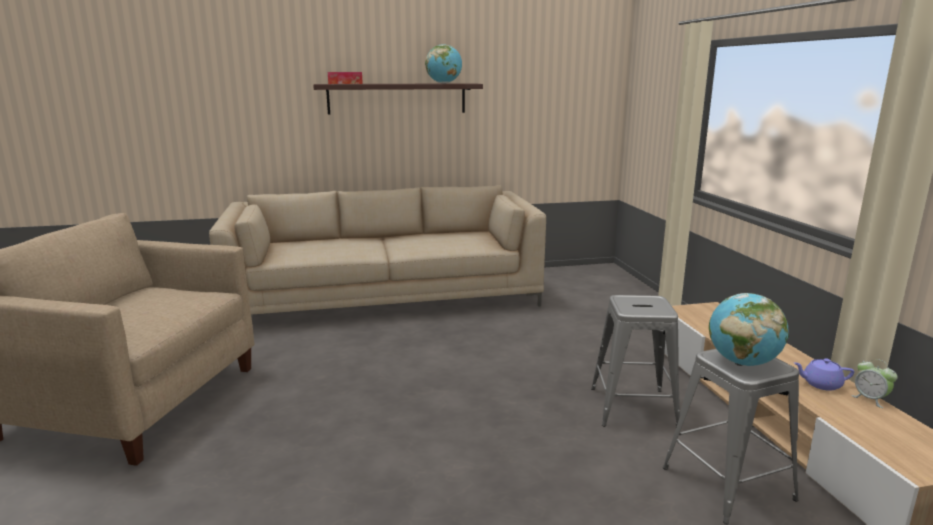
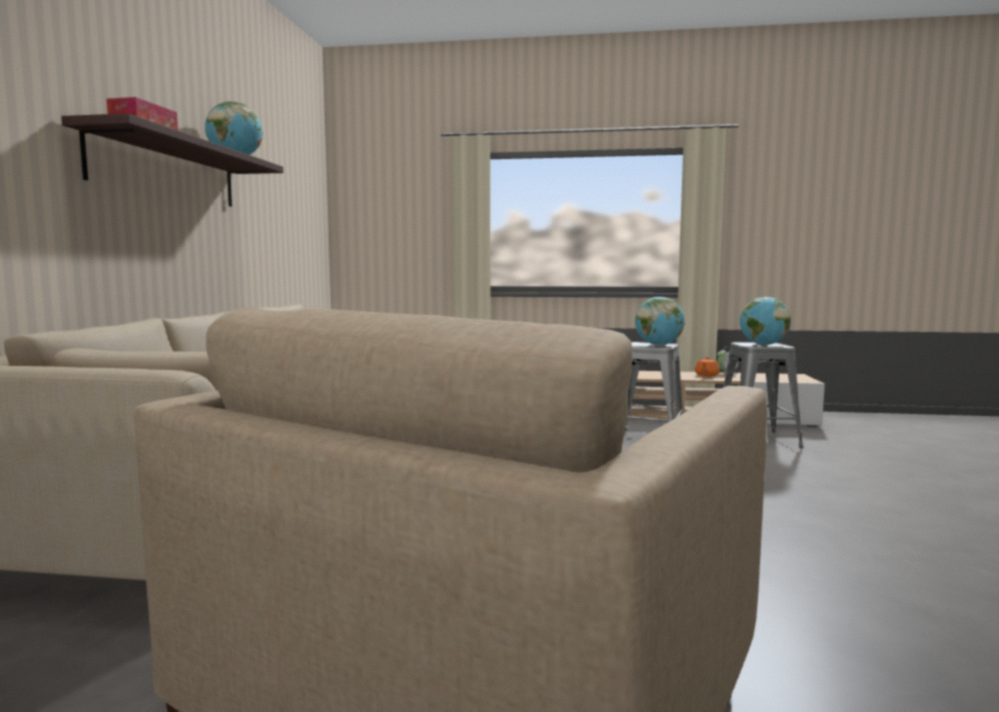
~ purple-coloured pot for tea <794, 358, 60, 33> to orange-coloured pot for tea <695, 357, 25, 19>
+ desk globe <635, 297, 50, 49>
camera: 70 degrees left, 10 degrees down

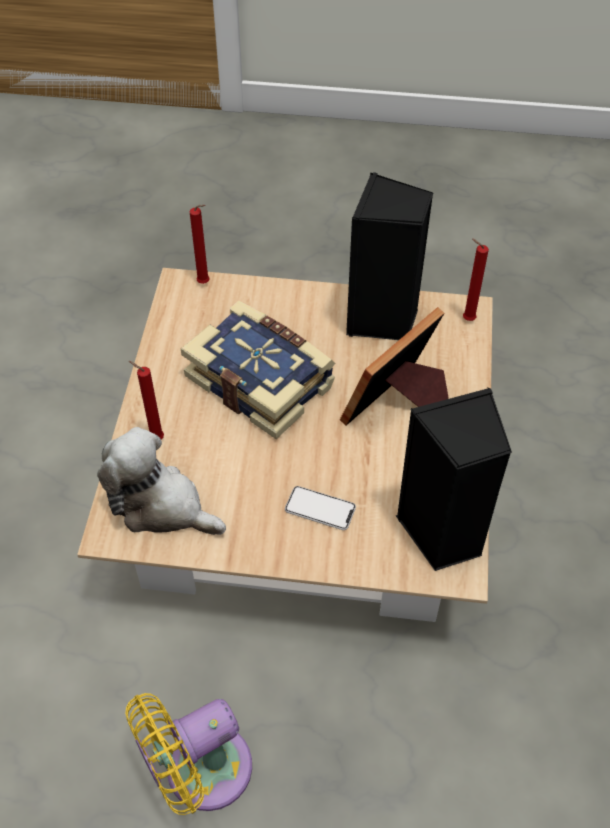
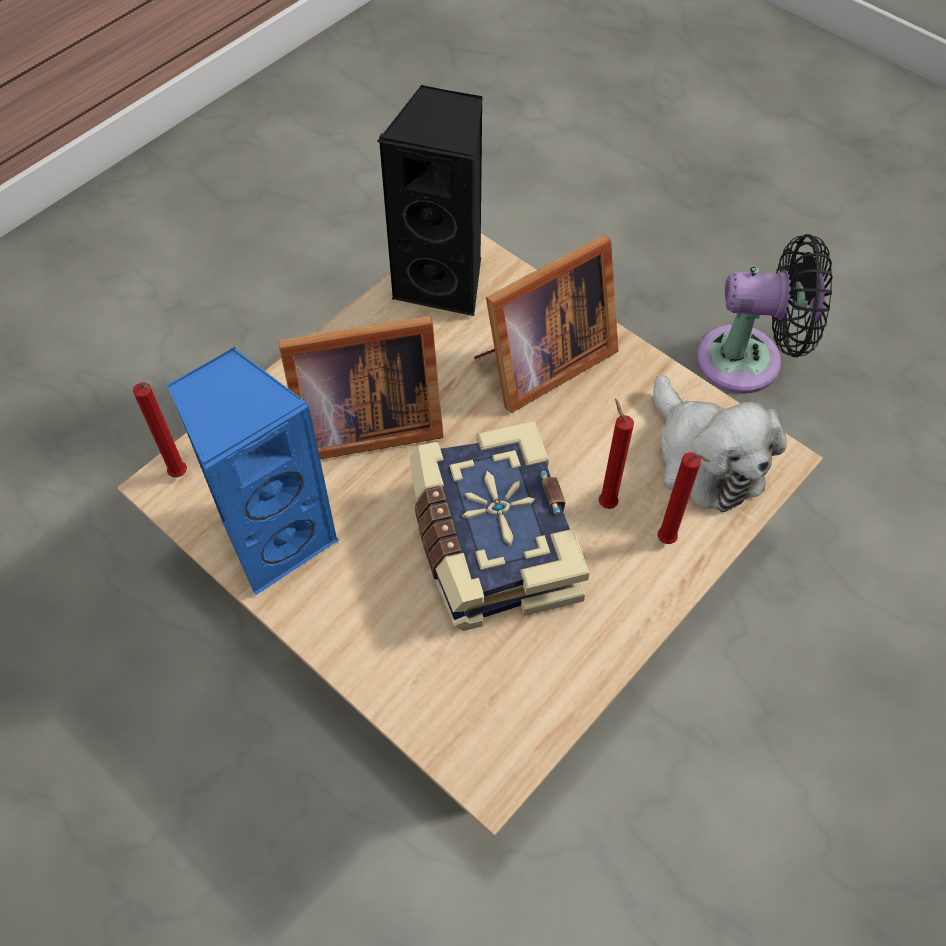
~ yellow electric fan <125, 693, 127, 122> to blackish electric fan <696, 234, 137, 160>
~ red-coloured wax light <189, 205, 21, 79> to <598, 399, 36, 110>
~ phone <285, 486, 71, 44> to picture frame <474, 235, 144, 178>
~ blackish audio speaker <346, 172, 87, 168> to blue-coloured audio speaker <167, 347, 173, 249>
camera: 145 degrees left, 5 degrees up

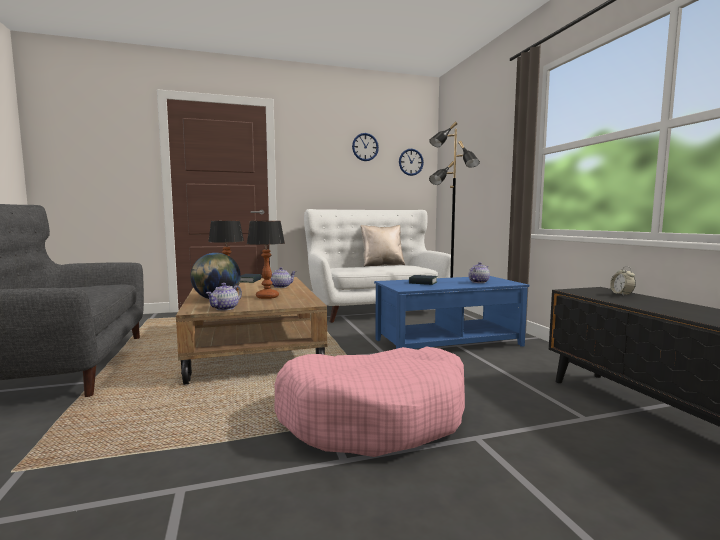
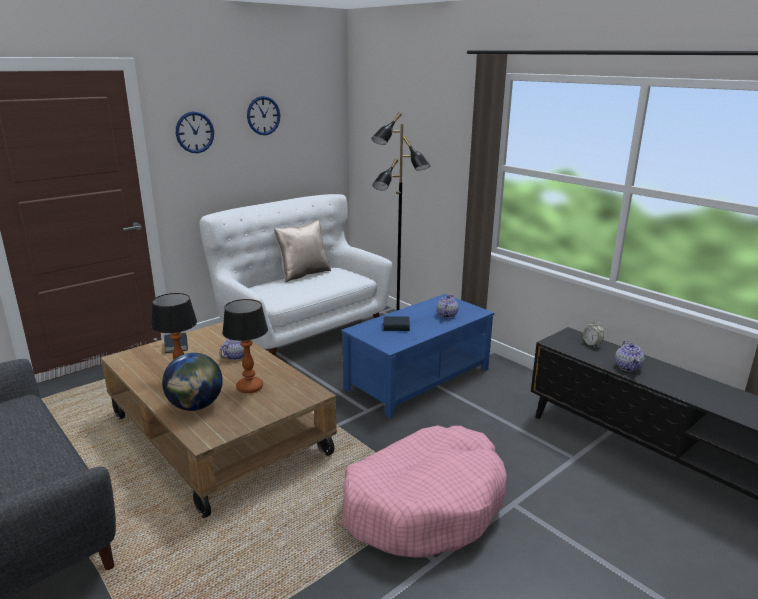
~ pot for tea <206, 283, 36, 27> to <615, 340, 29, 32>
~ wall clock <399, 149, 25, 27> to <176, 111, 38, 42>
camera: 25 degrees left, 15 degrees up

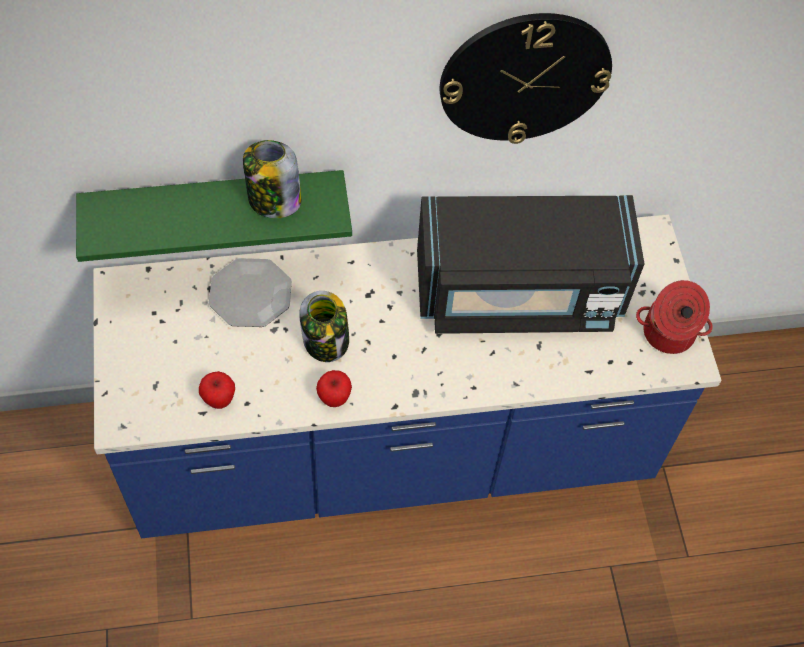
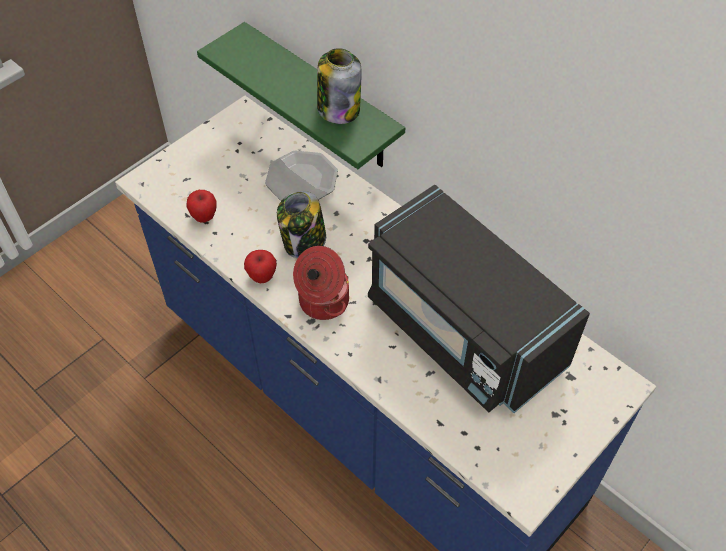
- wall clock <439, 13, 173, 131>
~ stockpot <636, 280, 77, 74> to <293, 246, 56, 74>
camera: 55 degrees right, 5 degrees down

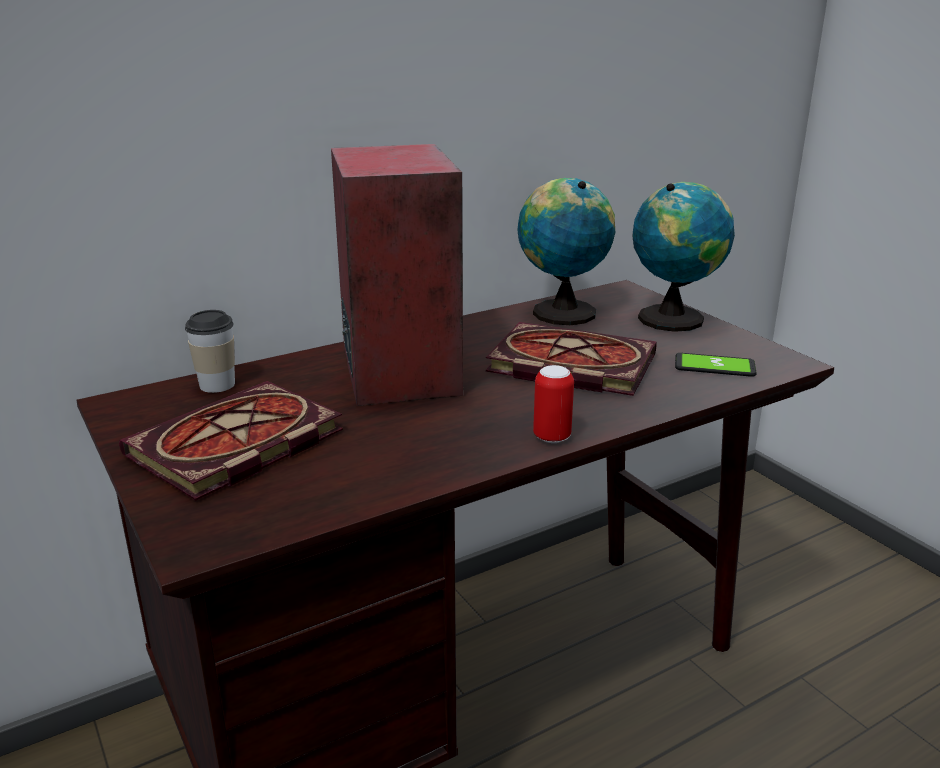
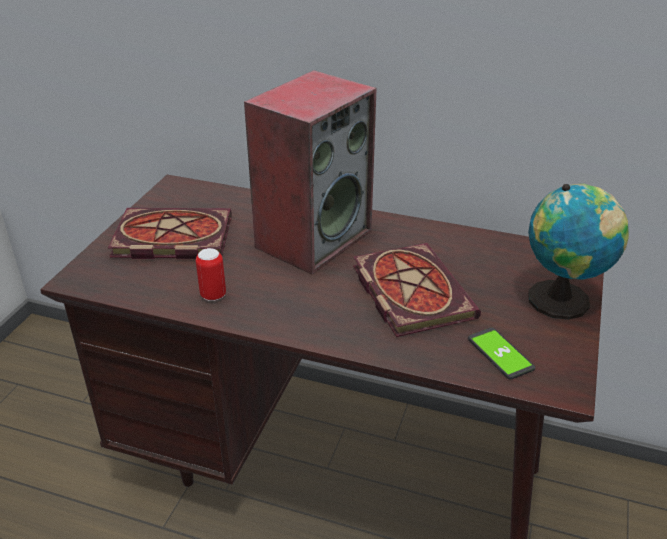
- cup <185, 310, 50, 83>
- desk globe <517, 178, 98, 147>
~ metal can <533, 365, 41, 78> to <196, 248, 30, 53>
camera: 50 degrees right, 10 degrees up

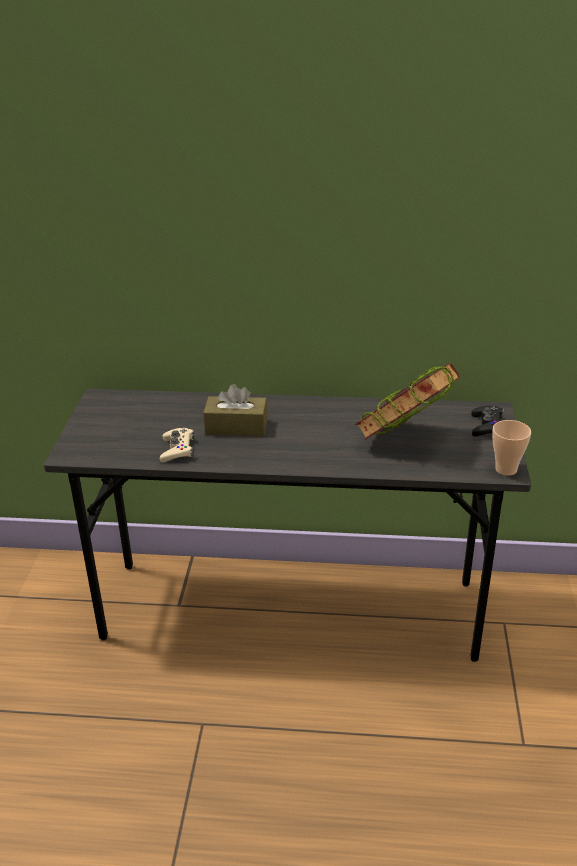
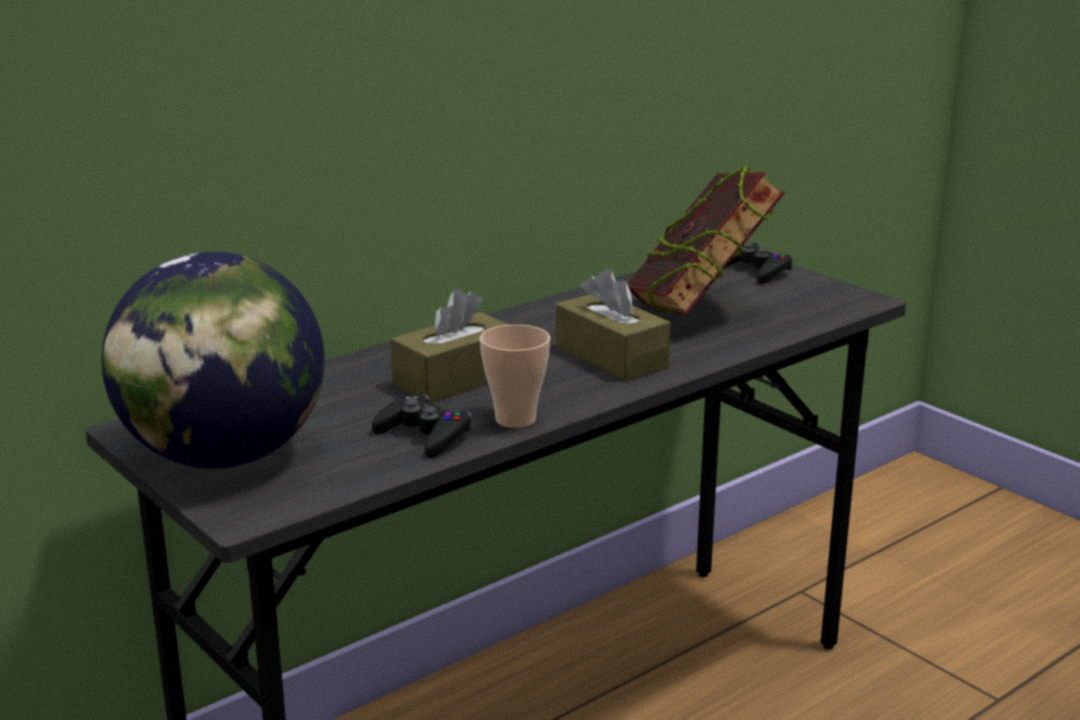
~ beige game controller <160, 428, 35, 35> to blackish game controller <372, 394, 100, 64>
~ cup <492, 420, 39, 56> to <480, 324, 70, 104>
+ desk globe <102, 251, 223, 218>
+ brown-coloured tissue box <556, 269, 115, 112>
camera: 45 degrees left, 10 degrees down

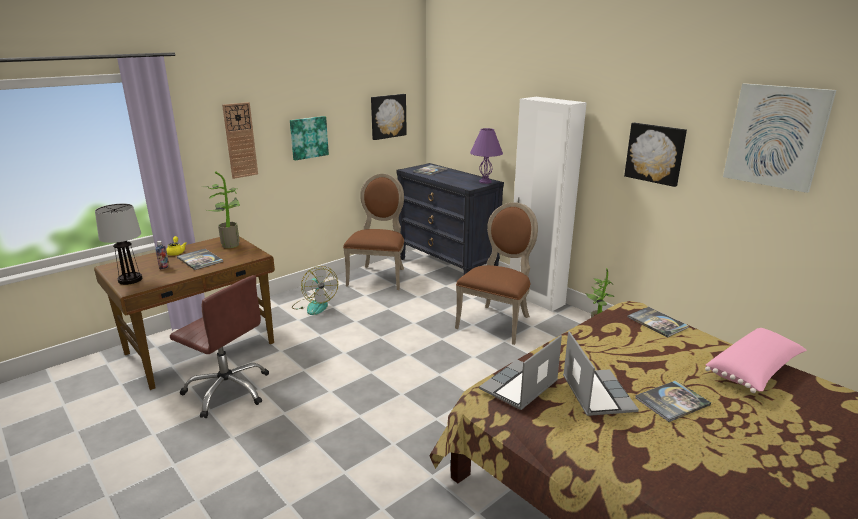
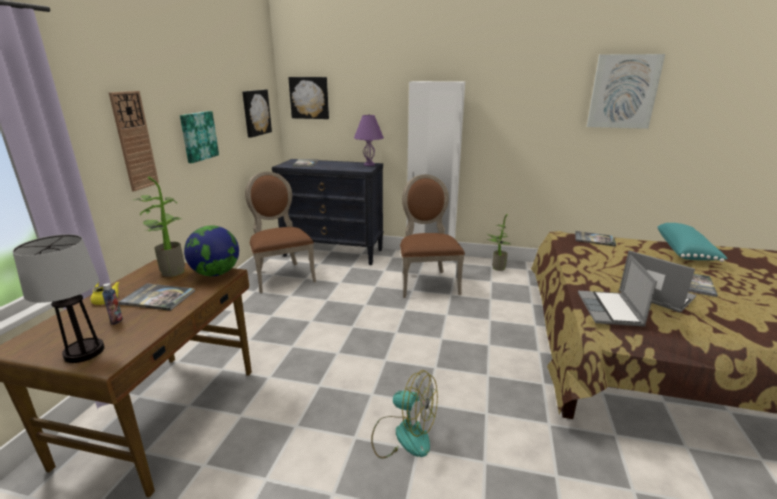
- brown-coloured desk chair <170, 275, 99, 143>
~ electric fan <292, 266, 46, 49> to <371, 370, 67, 89>
~ wall art <624, 123, 63, 64> to <288, 77, 41, 42>
~ pinkish pillow <705, 328, 102, 65> to turquoise pillow <657, 223, 71, 39>
+ desk globe <184, 226, 55, 50>
camera: 35 degrees left, 0 degrees up

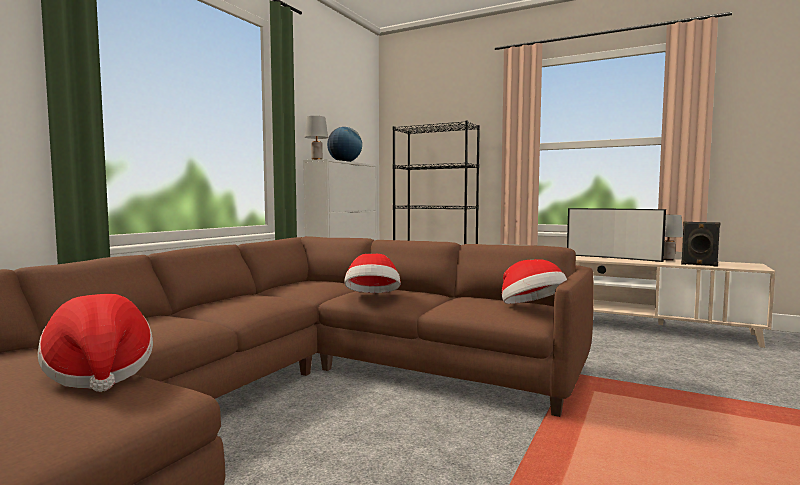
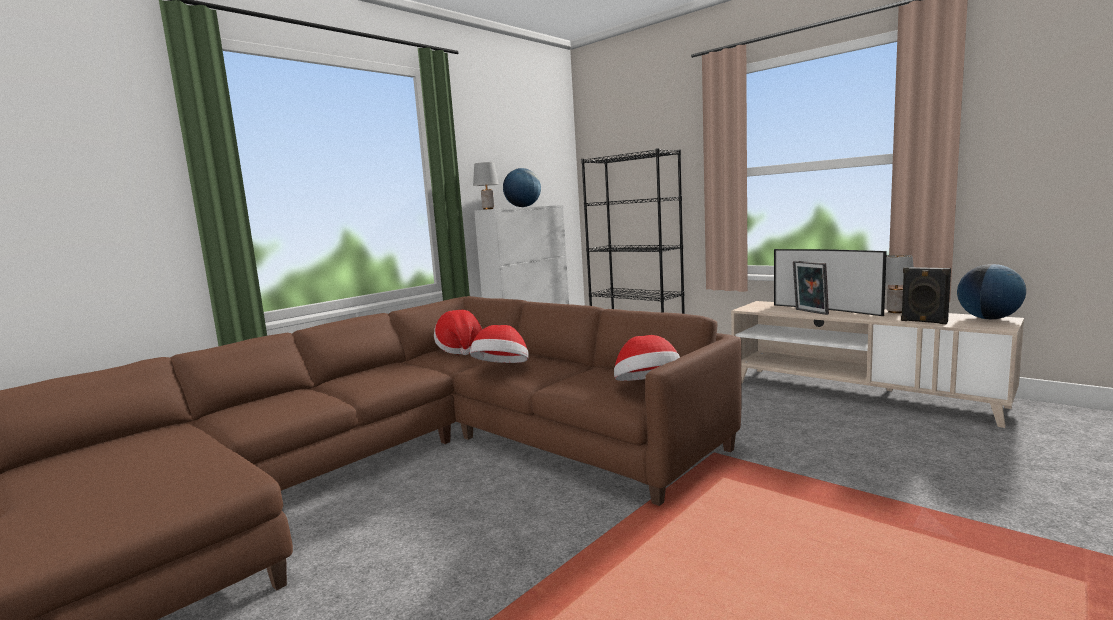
~ hat <38, 294, 115, 98> to <434, 310, 48, 45>
+ picture frame <793, 261, 36, 54>
+ desk globe <957, 264, 69, 55>
camera: 15 degrees right, 5 degrees up

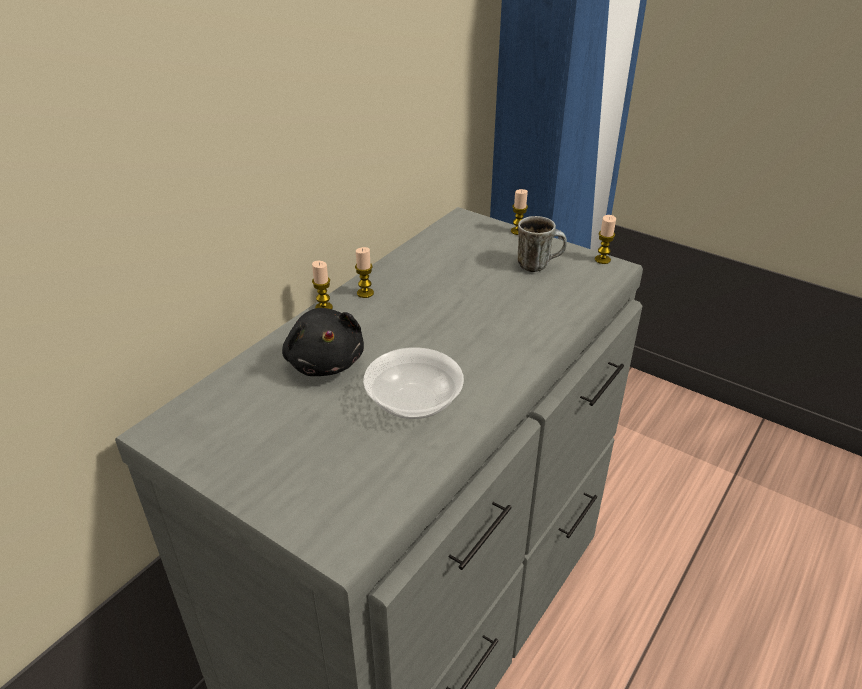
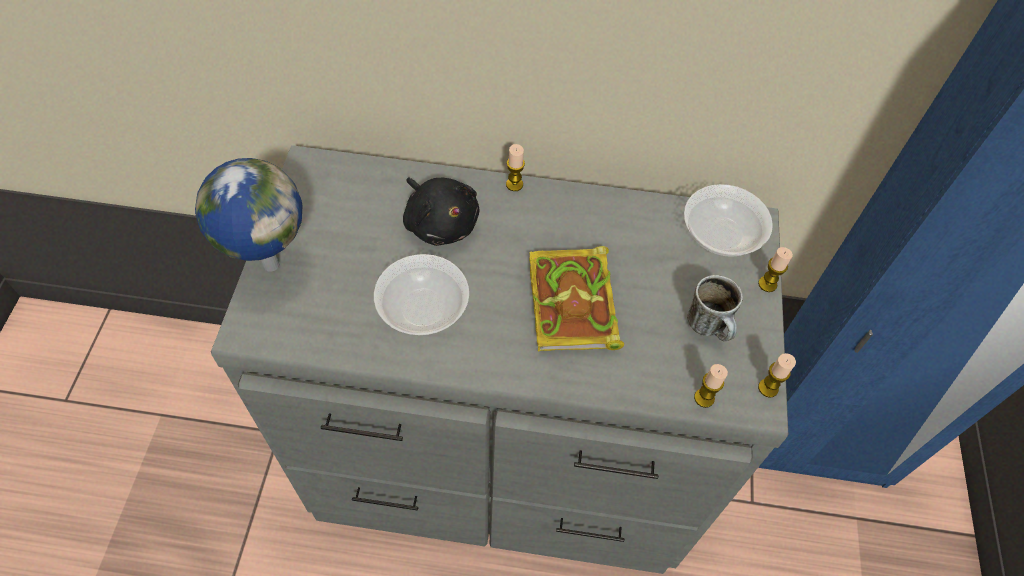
~ blackish cuddly toy <282, 308, 82, 68> = <403, 177, 76, 69> 75 degrees counterclockwise
~ wax light <355, 247, 19, 51> to <694, 364, 34, 44>
+ desk globe <195, 158, 108, 114>
+ volume <529, 246, 95, 105>
+ serving bowl <684, 184, 89, 73>
camera: 60 degrees right, 20 degrees up

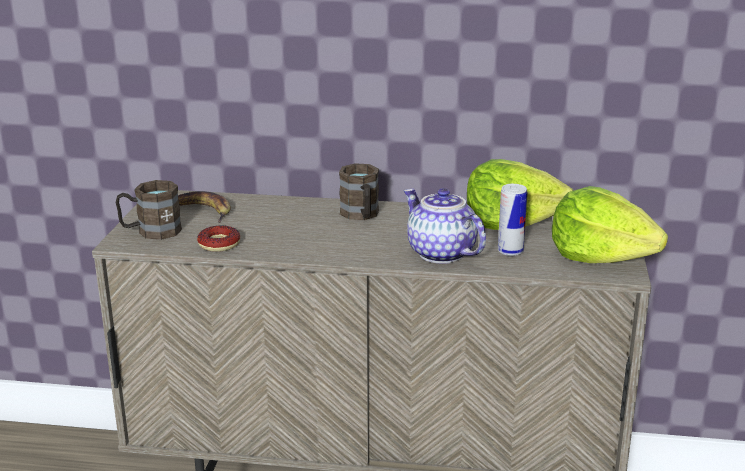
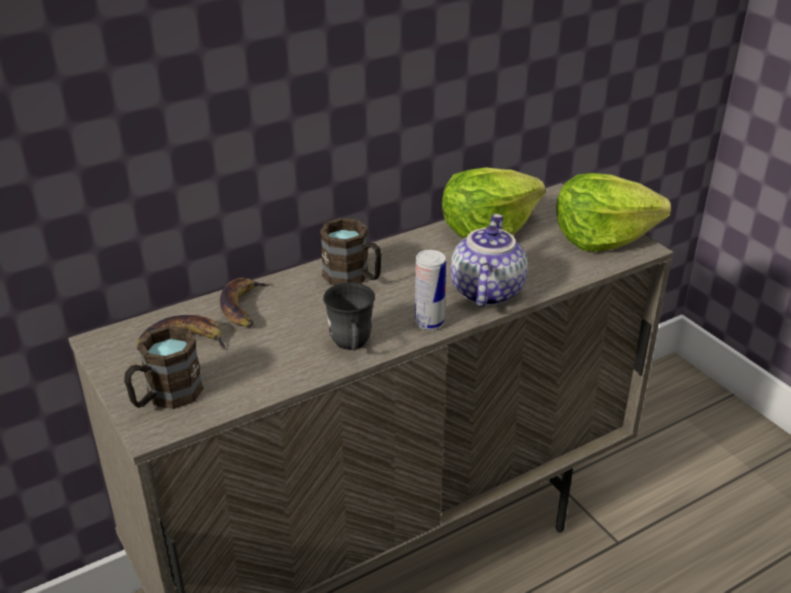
- donut <197, 225, 43, 27>
~ pot for tea <403, 188, 83, 75> = <450, 214, 78, 93> 90 degrees clockwise
~ metal can <498, 184, 29, 72> to <415, 250, 31, 80>
+ banana <220, 278, 51, 49>
+ grey tea mug <323, 282, 52, 69>
camera: 40 degrees left, 10 degrees up

